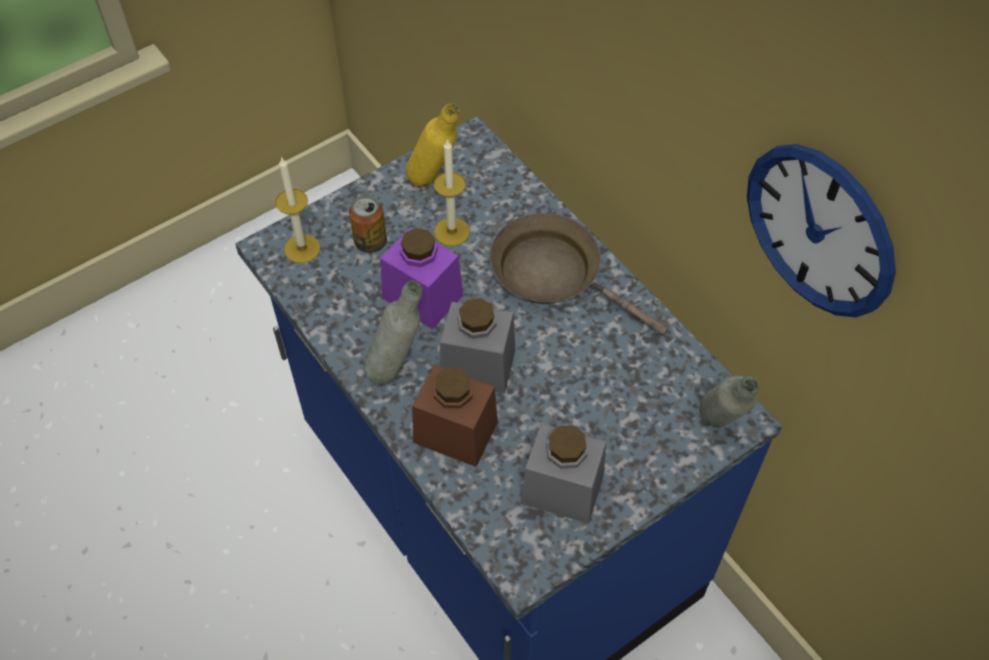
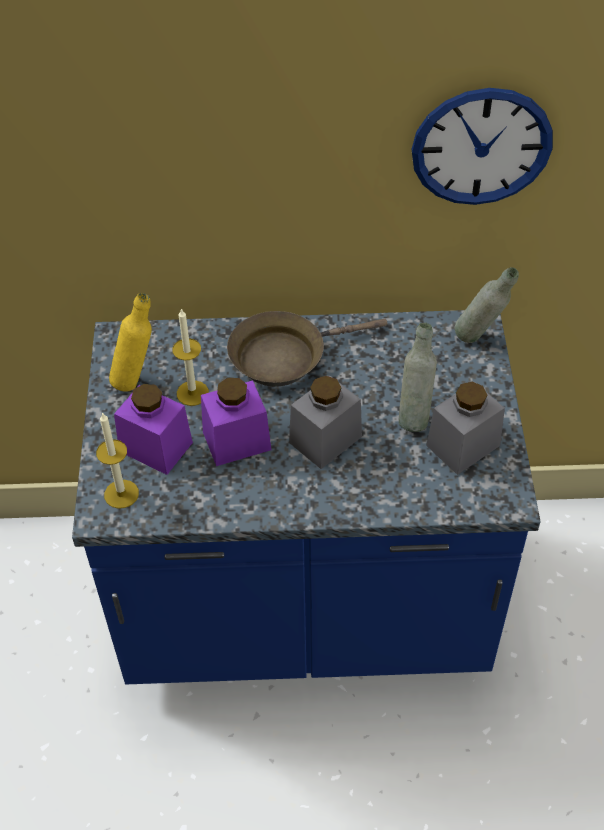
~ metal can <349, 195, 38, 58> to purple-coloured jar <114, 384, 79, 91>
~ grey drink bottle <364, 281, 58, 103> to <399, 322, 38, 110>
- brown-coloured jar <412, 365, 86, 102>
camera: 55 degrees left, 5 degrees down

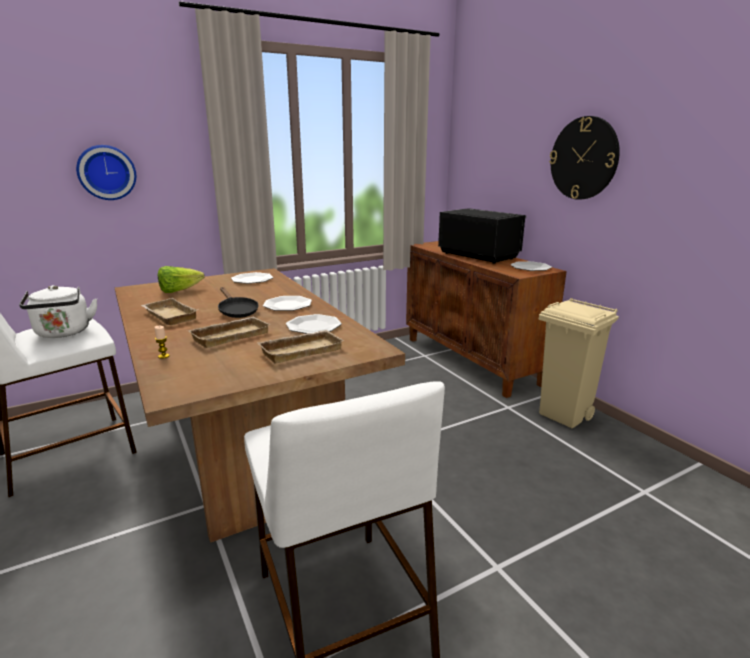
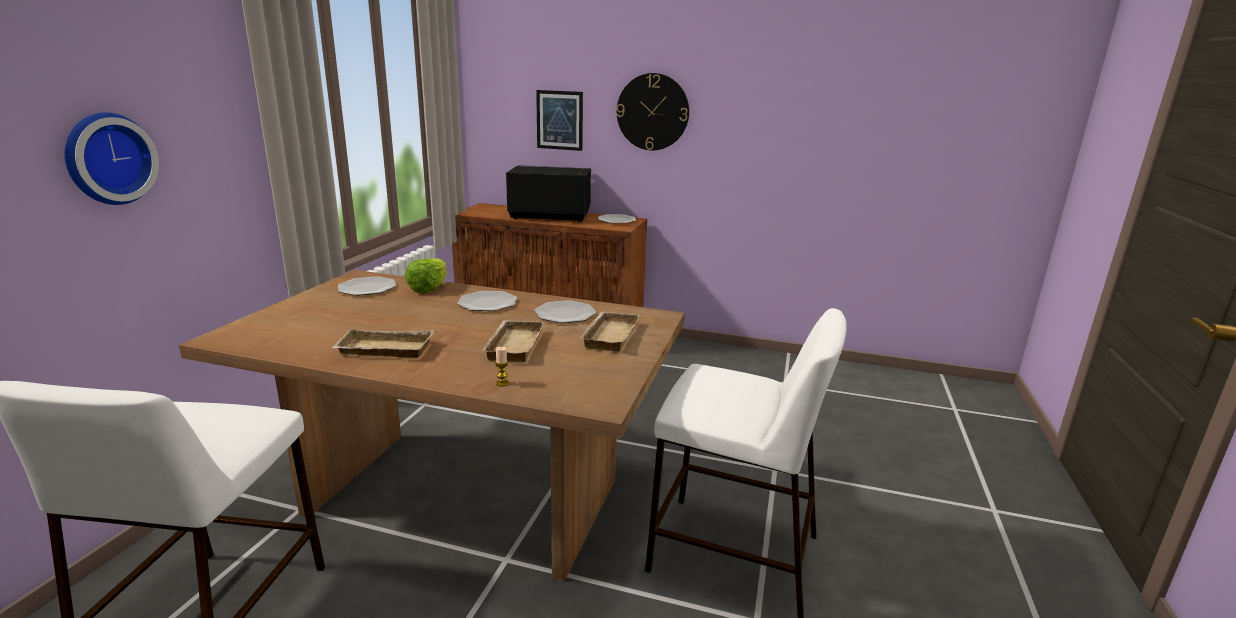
- white-coloured tea kettle <19, 285, 78, 53>
~ lettuce head <158, 266, 47, 27> to <405, 258, 42, 35>
- blackish skillet <218, 287, 41, 31>
- beige rubbish bin <539, 298, 80, 130>
+ wall art <536, 90, 47, 61>
camera: 45 degrees left, 0 degrees up

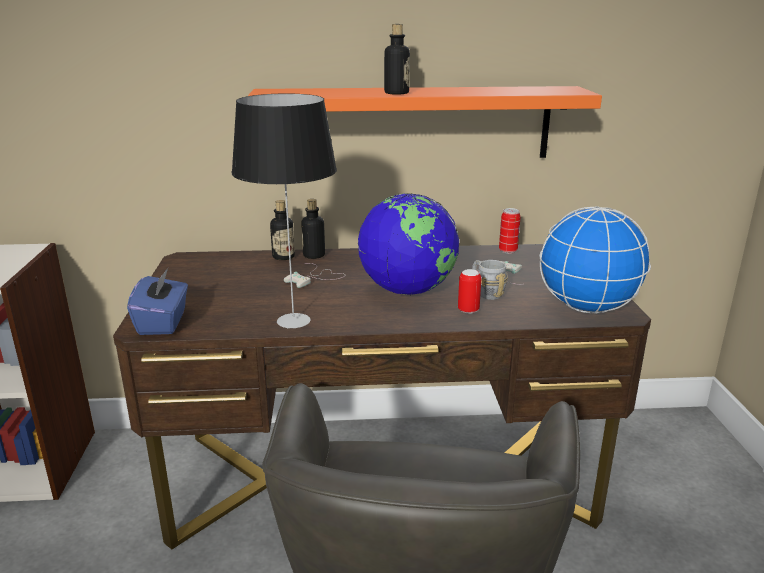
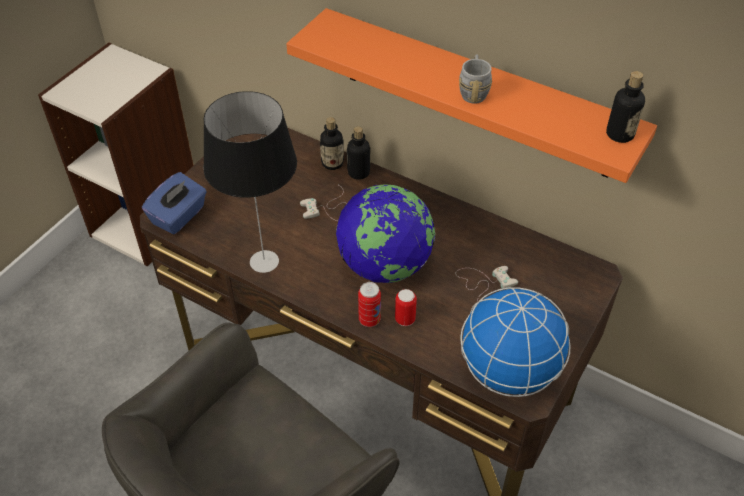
~ drink bottle <384, 24, 26, 71> to <606, 71, 39, 72>
~ grey tea mug <472, 260, 36, 40> to <459, 54, 33, 50>
~ metal can <499, 208, 22, 46> to <358, 282, 23, 45>
camera: 35 degrees right, 25 degrees up

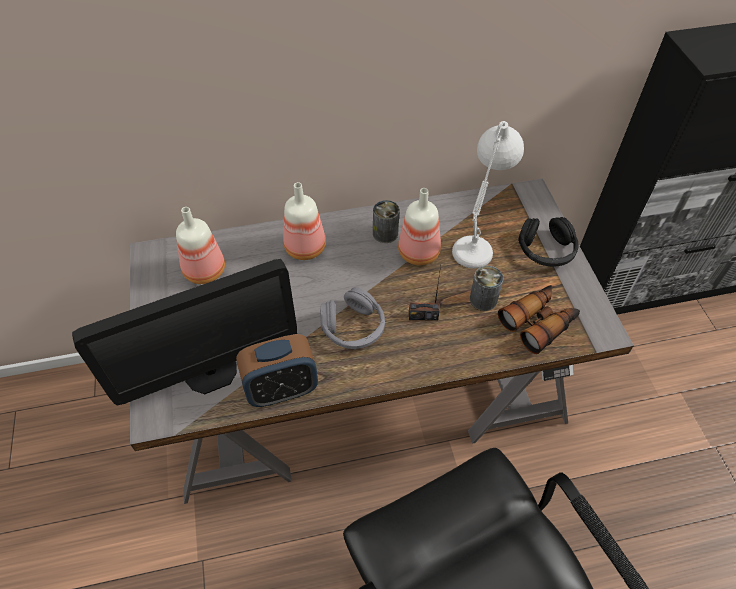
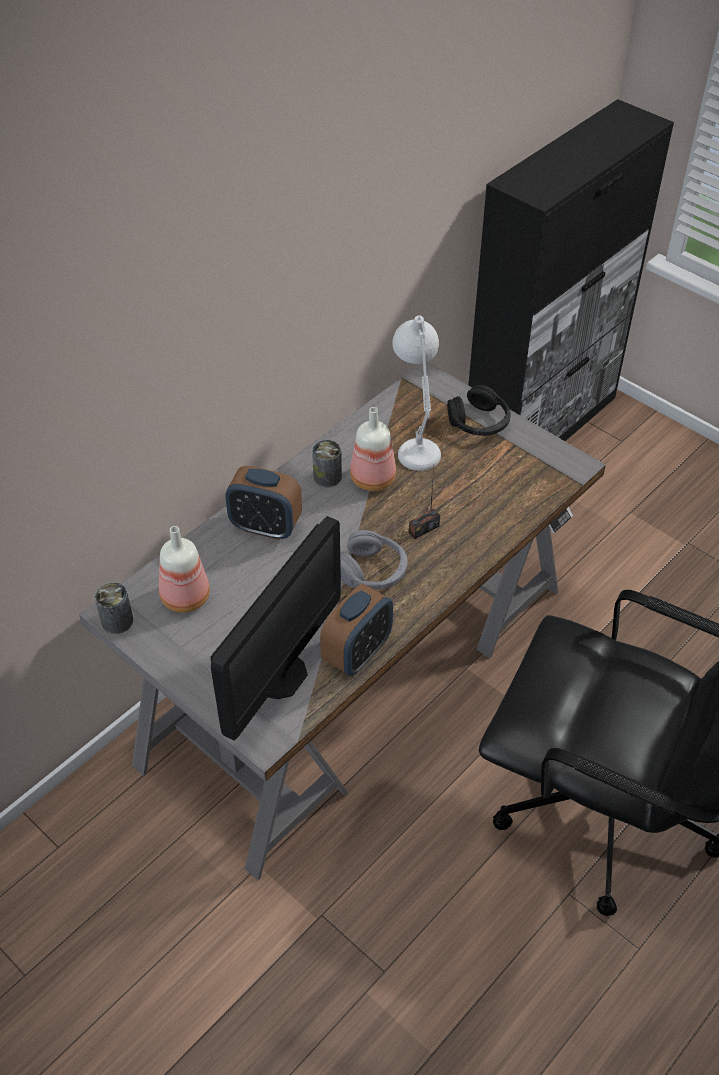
~ drink bottle <283, 182, 43, 78> to bedside clock <225, 466, 77, 74>
~ metal can <470, 266, 34, 45> to <95, 582, 38, 52>
- field glasses <498, 285, 82, 69>
camera: 35 degrees left, 5 degrees down

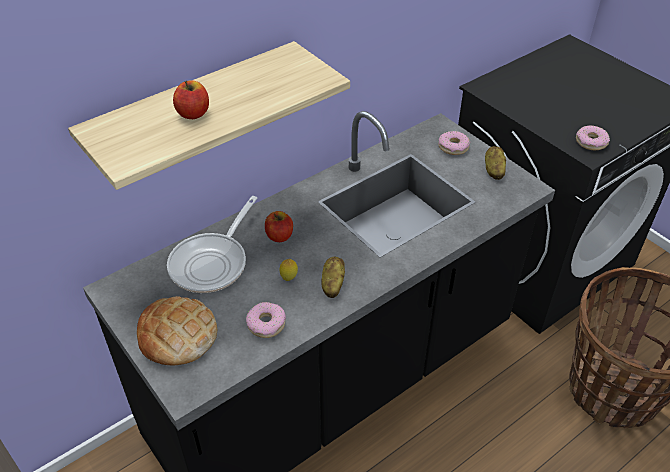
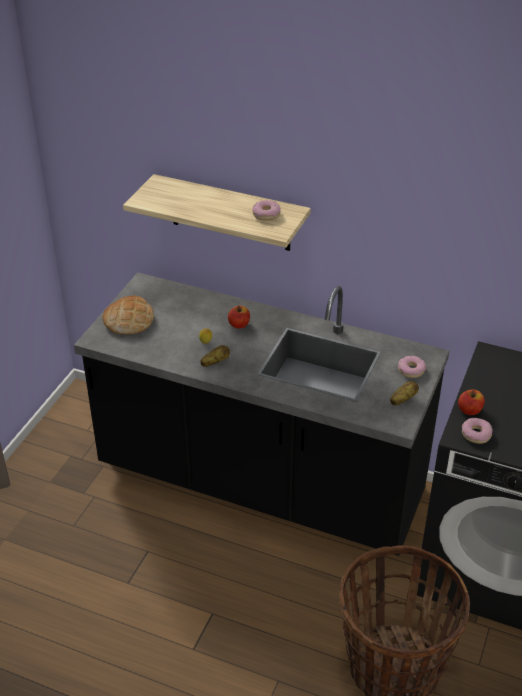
- skillet <167, 196, 90, 97>
~ apple <173, 80, 36, 39> to <458, 389, 27, 26>
~ donut <246, 302, 40, 36> to <252, 200, 29, 21>
camera: 60 degrees right, 5 degrees down

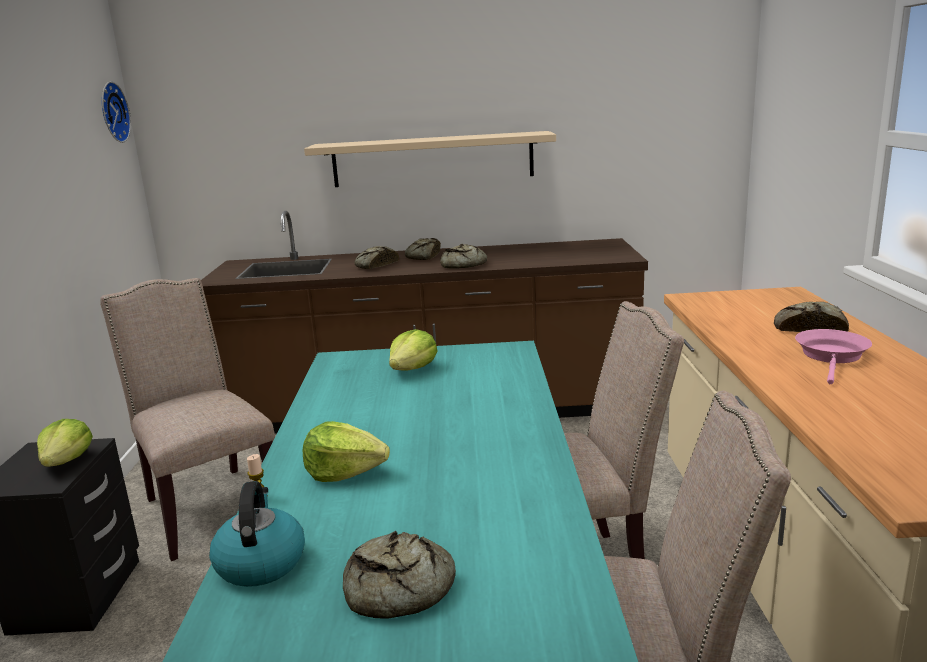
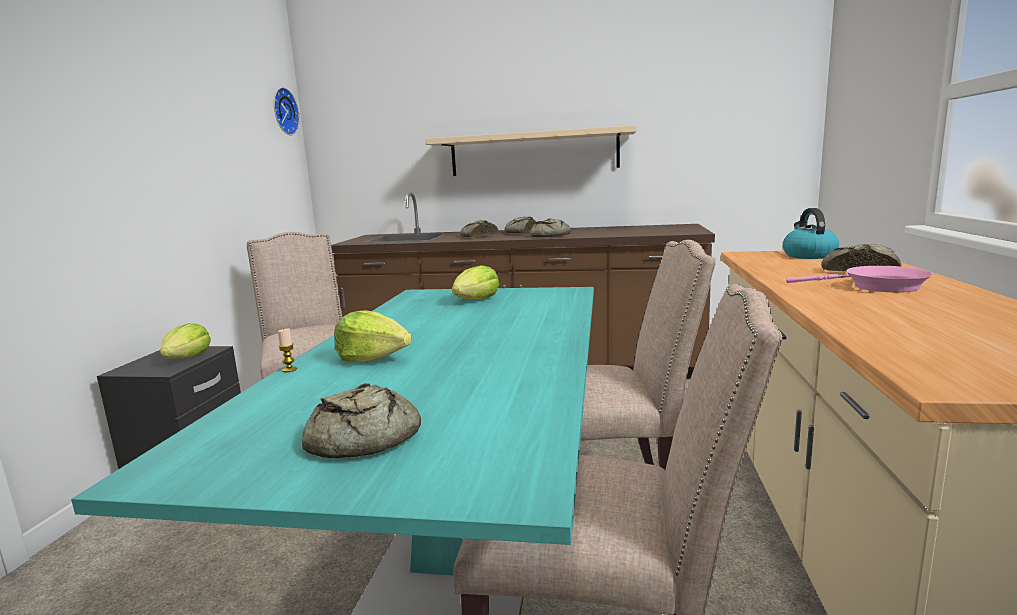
~ tea kettle <209, 481, 96, 106> to <783, 208, 56, 51>
~ pinkish skillet <795, 329, 77, 55> = <786, 266, 147, 27> 75 degrees clockwise
camera: 10 degrees right, 5 degrees down

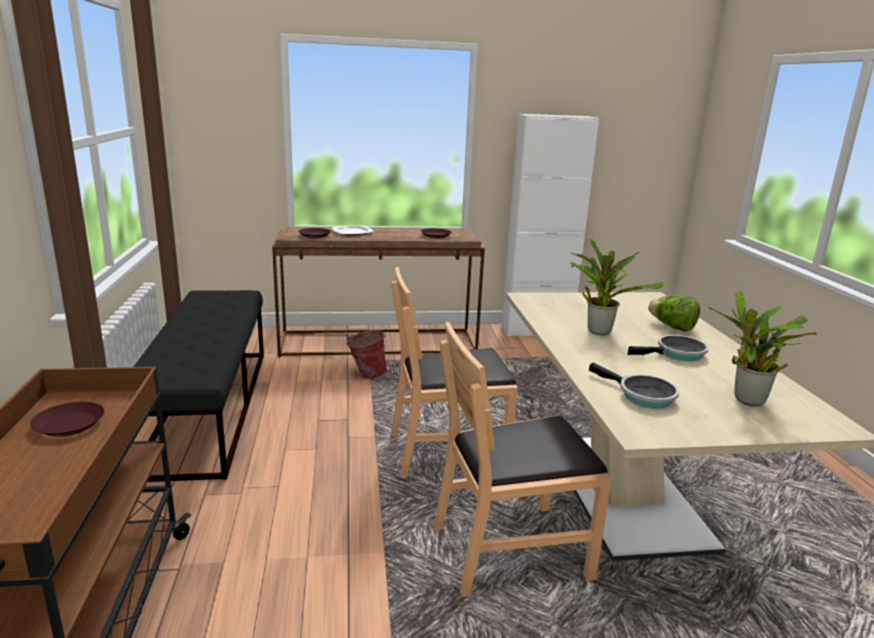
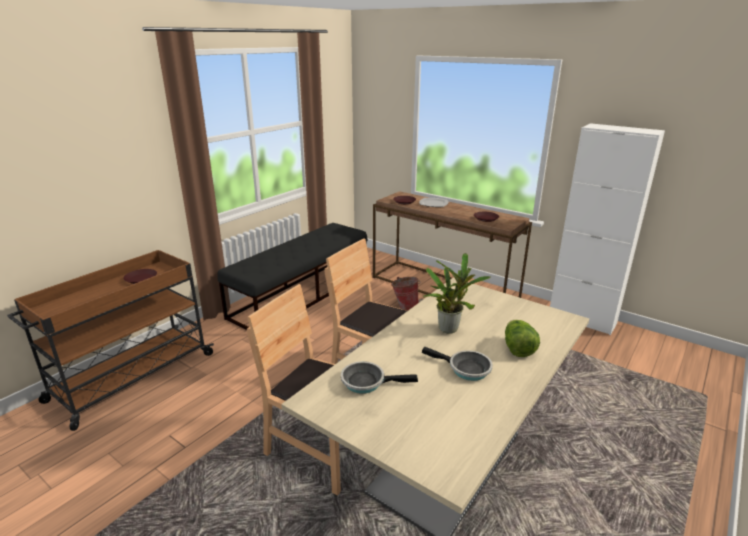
~ skillet <589, 362, 90, 47> = <341, 361, 77, 33> 90 degrees clockwise
- potted plant <708, 291, 109, 115>
camera: 45 degrees right, 5 degrees up

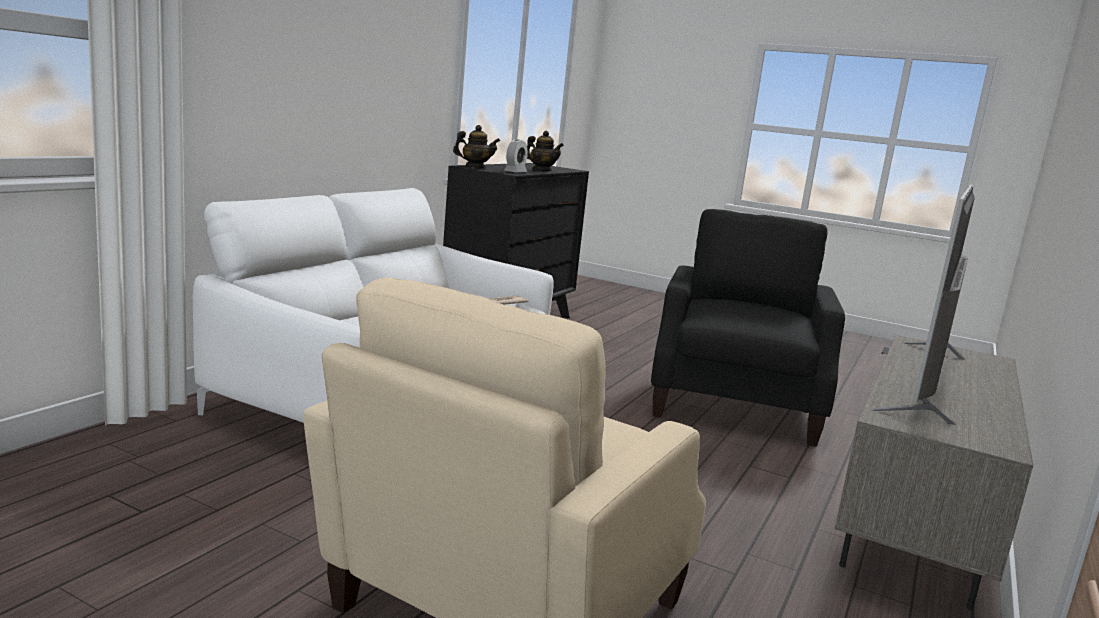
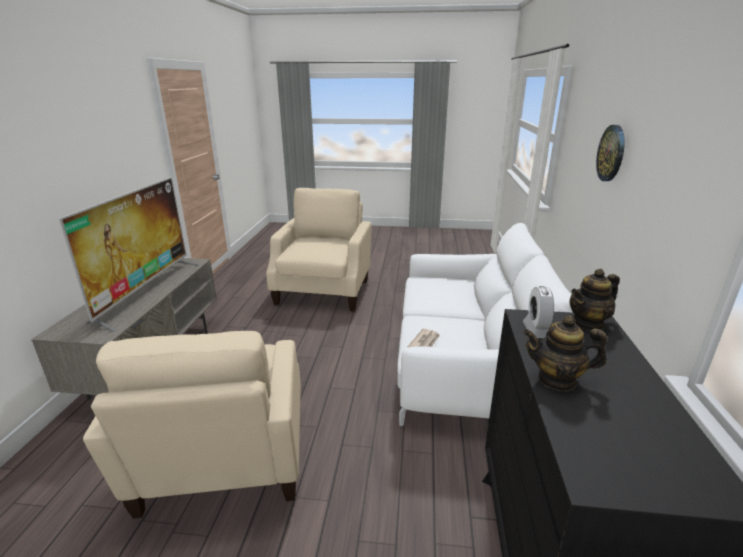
~ blackish easy chair <651, 209, 194, 238> to beige easy chair <83, 331, 218, 188>
+ wall clock <596, 125, 28, 56>
camera: 160 degrees right, 10 degrees up

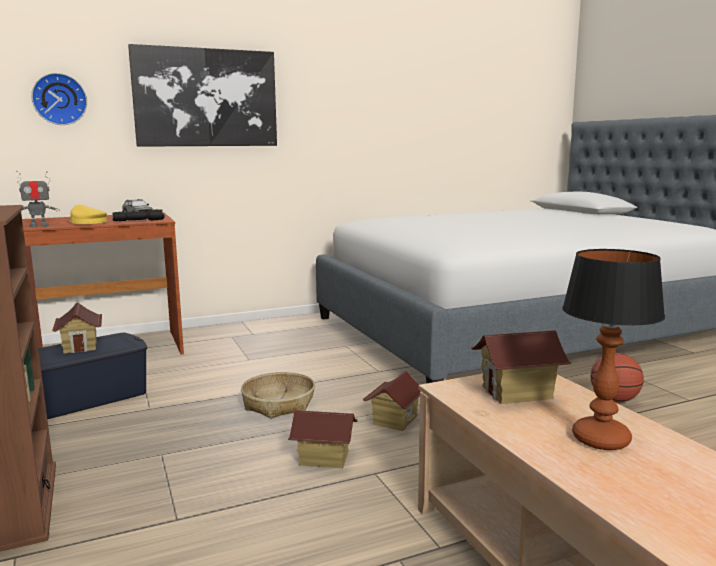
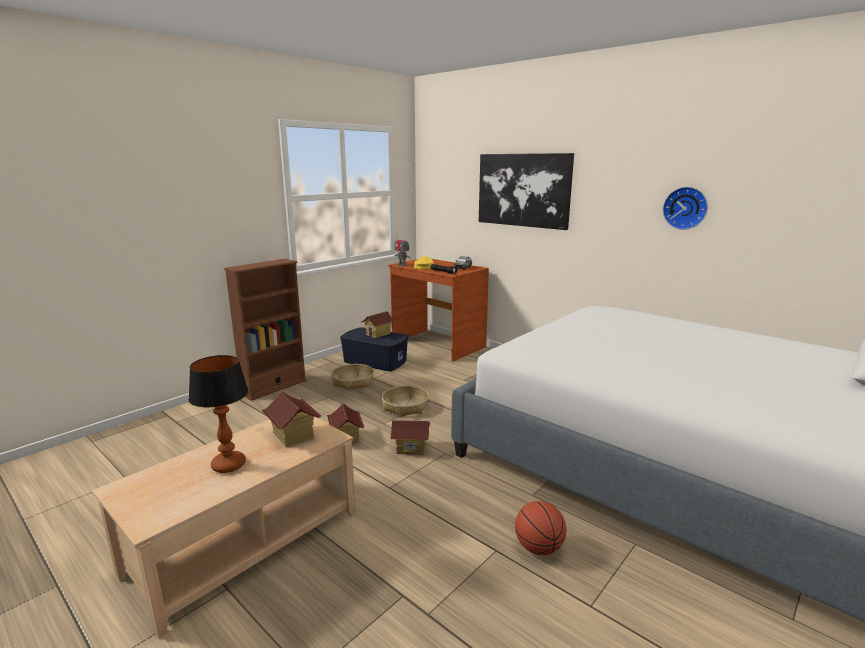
~ wall clock <31, 73, 56, 52> to <663, 187, 45, 43>
+ household basket <331, 364, 43, 27>
camera: 65 degrees right, 5 degrees up

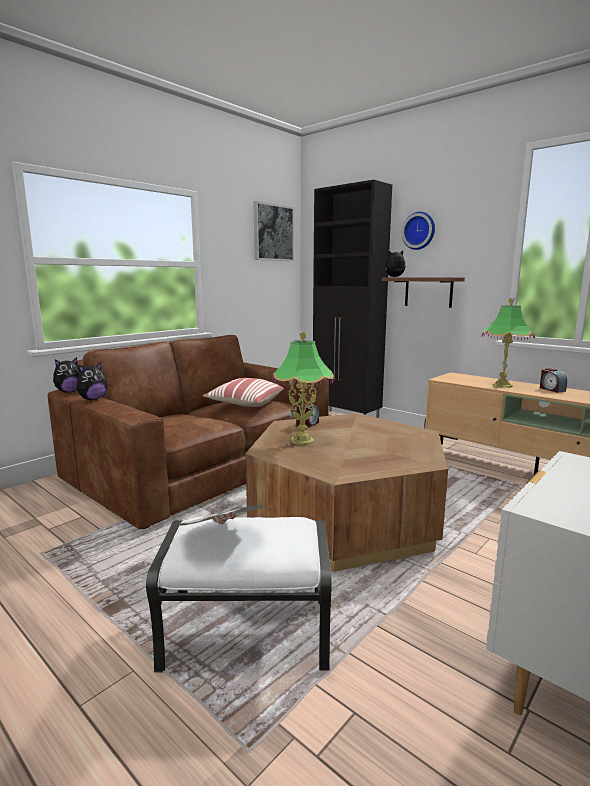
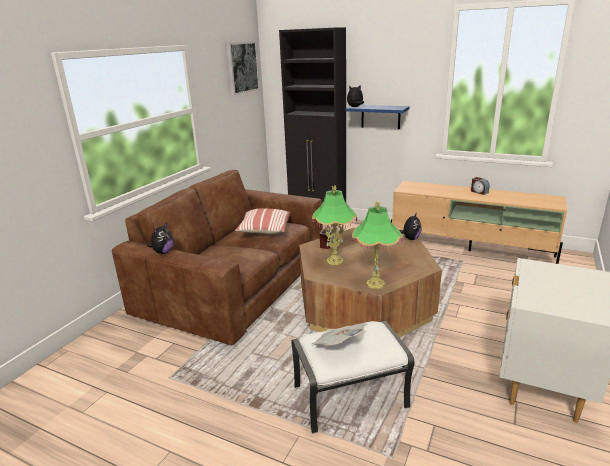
~ cuddly toy <53, 357, 27, 36> to <400, 213, 22, 27>
~ brown-coloured shelf <382, 277, 83, 31> to blue-coloured shelf <345, 105, 64, 25>
- wall clock <402, 212, 33, 38>
~ tabletop lamp <482, 298, 53, 90> to <352, 201, 51, 88>
camera: 15 degrees left, 10 degrees up

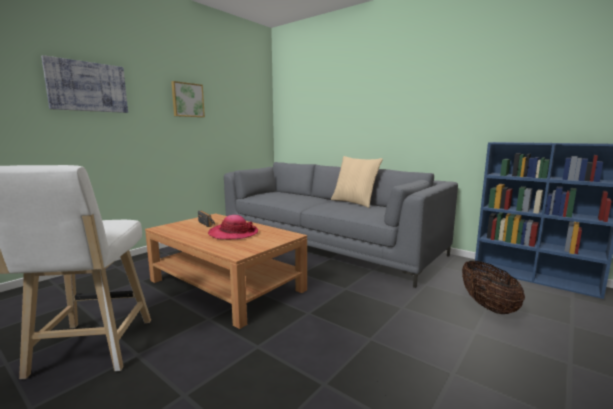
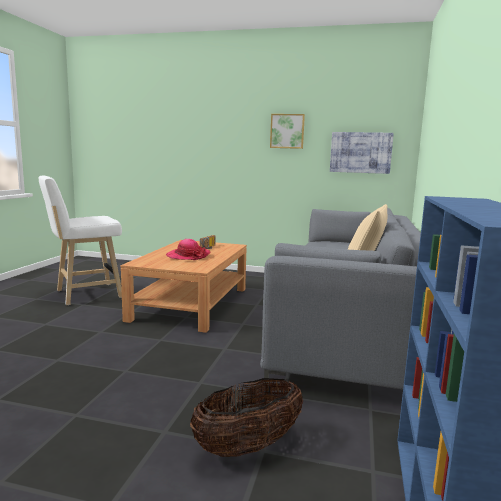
~ wall art <41, 55, 87, 58> to <330, 132, 64, 42>
camera: 65 degrees right, 0 degrees up

